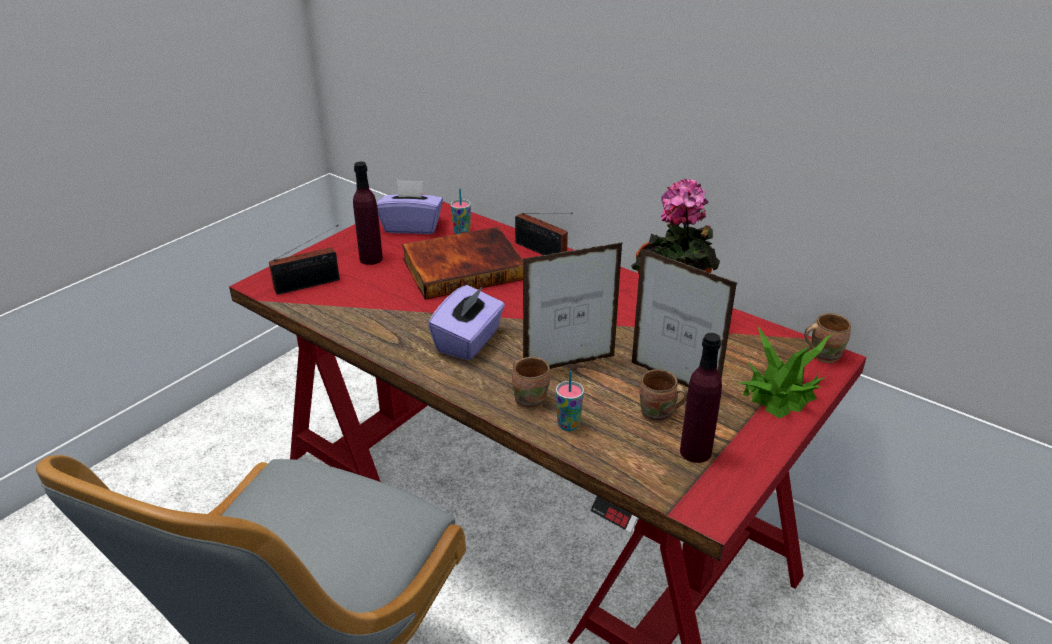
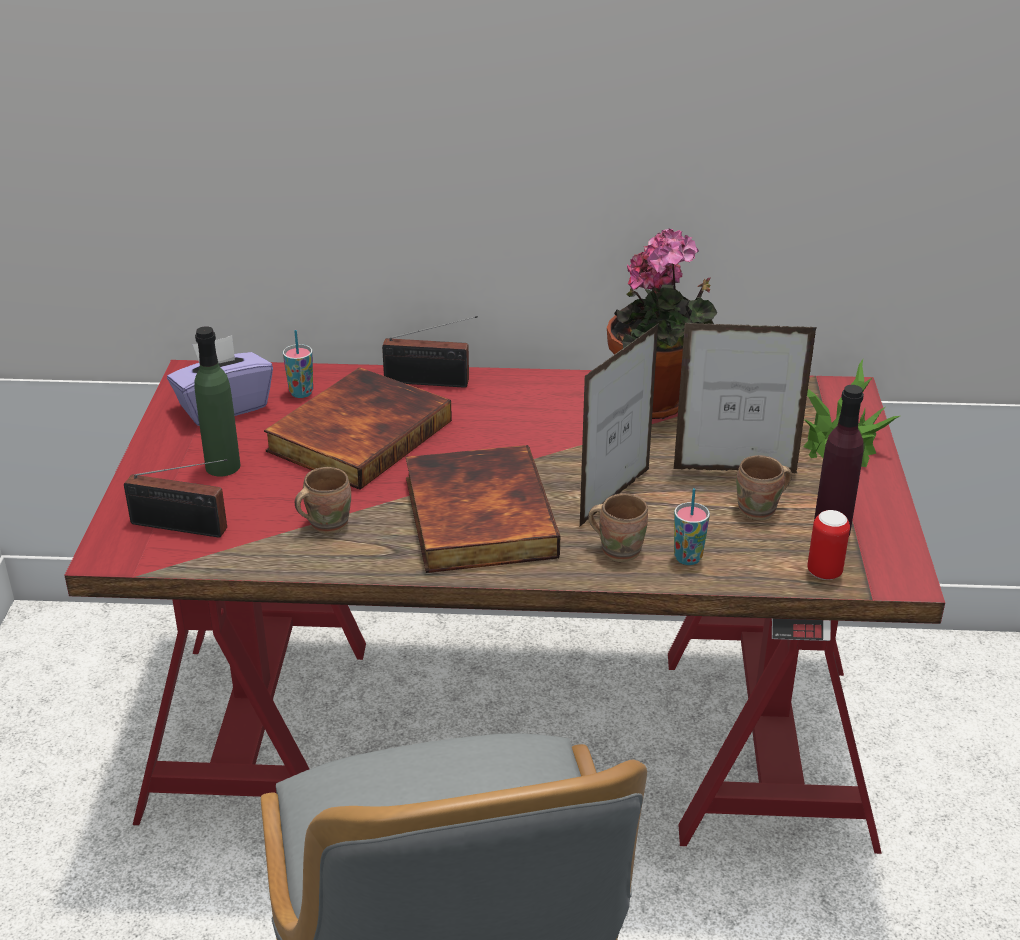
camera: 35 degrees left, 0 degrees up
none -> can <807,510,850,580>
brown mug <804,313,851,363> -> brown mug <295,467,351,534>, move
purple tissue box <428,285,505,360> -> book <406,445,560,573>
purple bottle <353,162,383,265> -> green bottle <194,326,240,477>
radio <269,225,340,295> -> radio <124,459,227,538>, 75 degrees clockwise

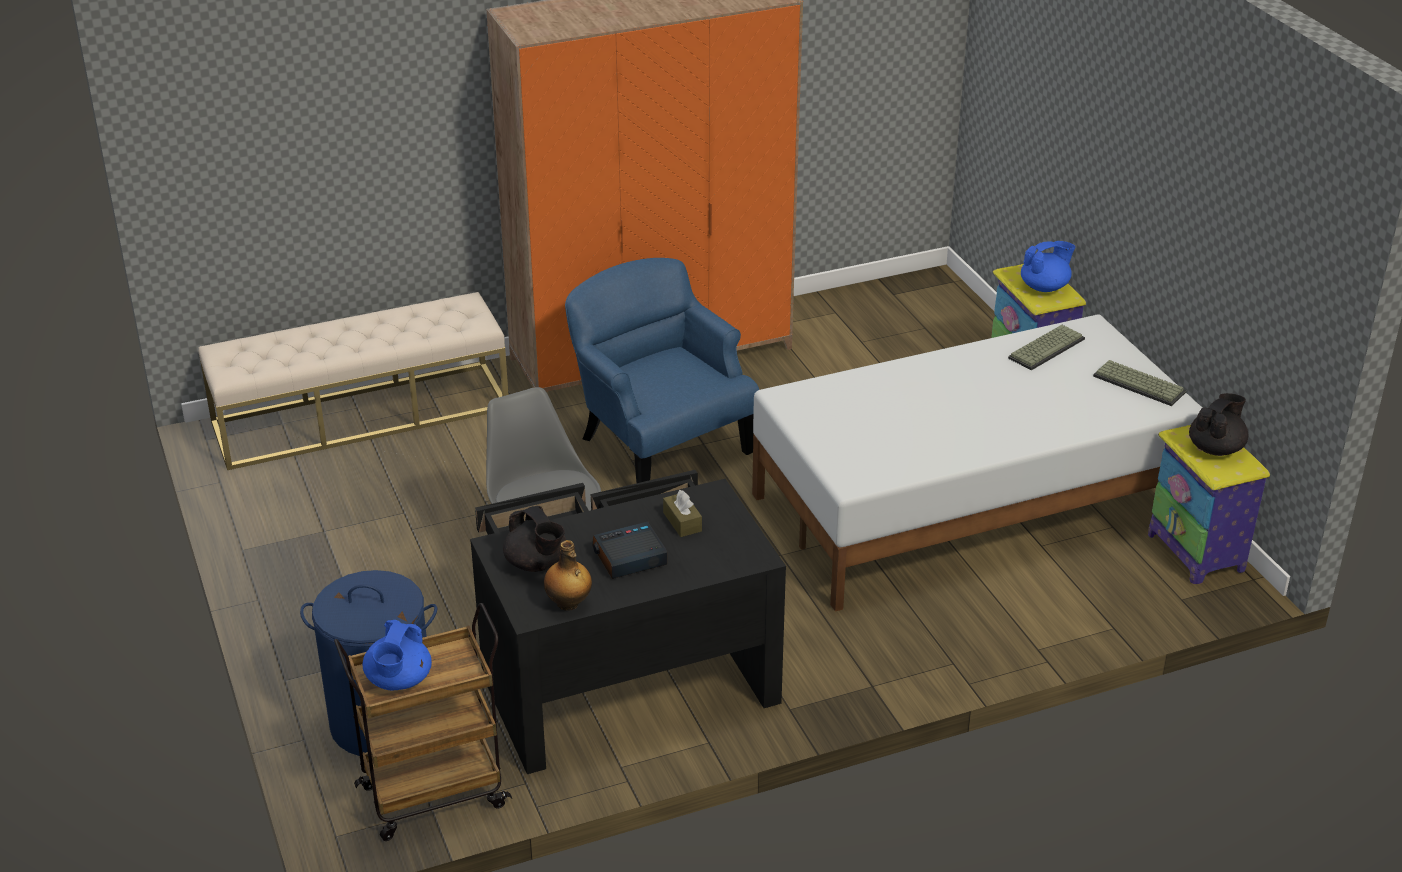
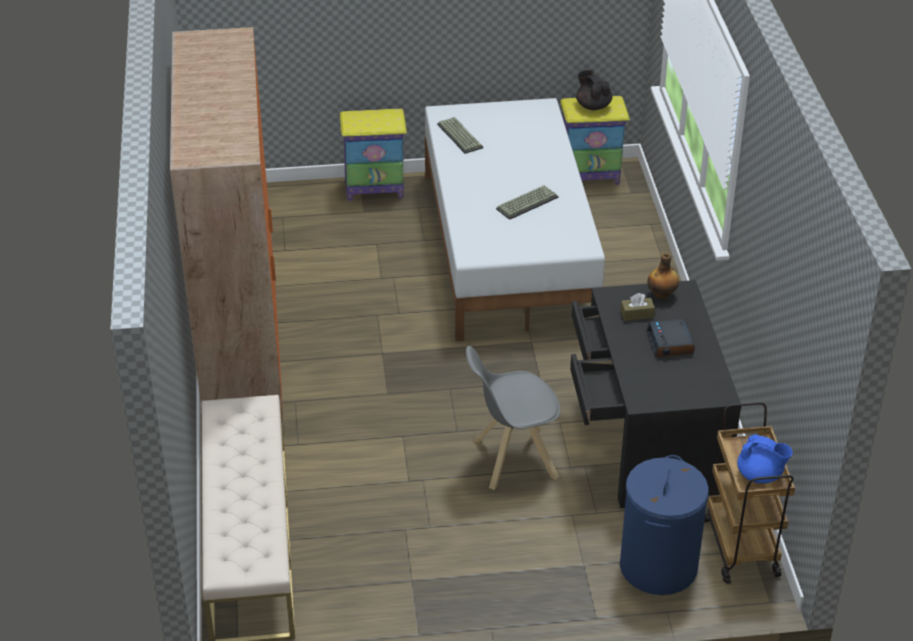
camera: 75 degrees left, 5 degrees up
black teapot <503,506,566,572> -> none
blue armchair <565,258,759,483> -> none
blue teapot <1021,241,1075,292> -> none
bottle <544,540,592,611> -> bottle <648,253,679,300>, move
keyboard <1093,360,1186,406> -> keyboard <496,185,558,220>, move

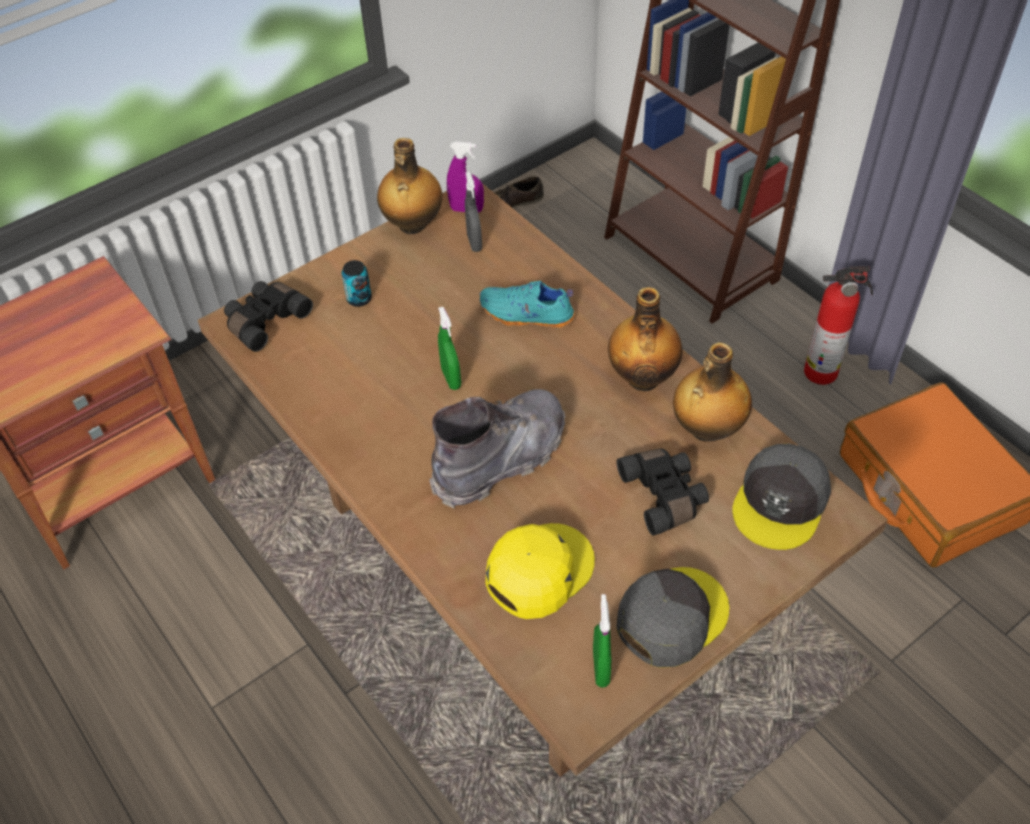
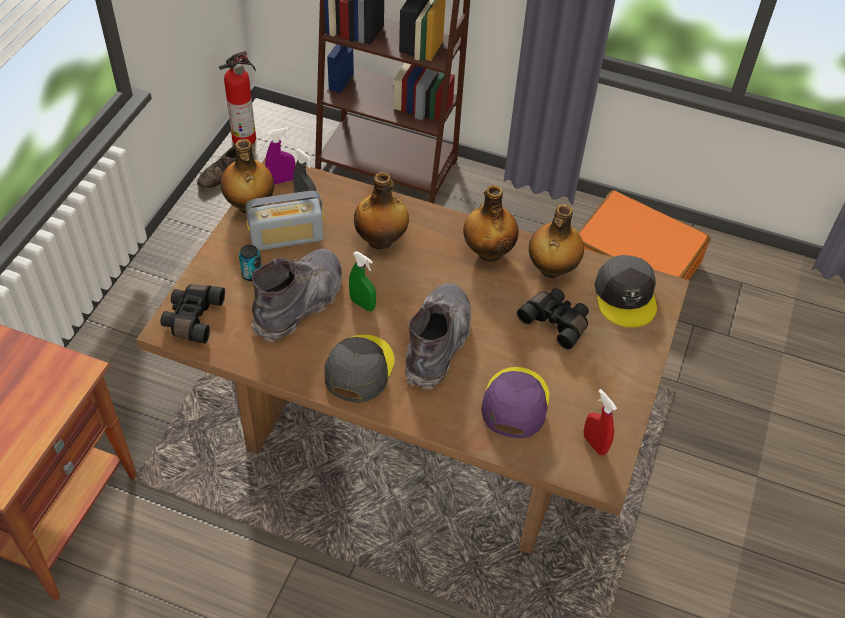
camera: 35 degrees left, 0 degrees up
none -> radio <245,191,324,250>
none -> grey boot <251,249,342,342>
grey cap <616,567,729,668> -> grey cap <324,334,395,403>, move
fire extinguisher <804,266,873,385> -> fire extinguisher <219,51,256,144>, move
turquoise shoe <479,281,575,328> -> bottle <354,172,409,249>
yellow cap <486,523,595,619> -> purple cap <481,367,549,438>
green spray bottle <593,594,611,688> -> red spray bottle <584,389,617,455>

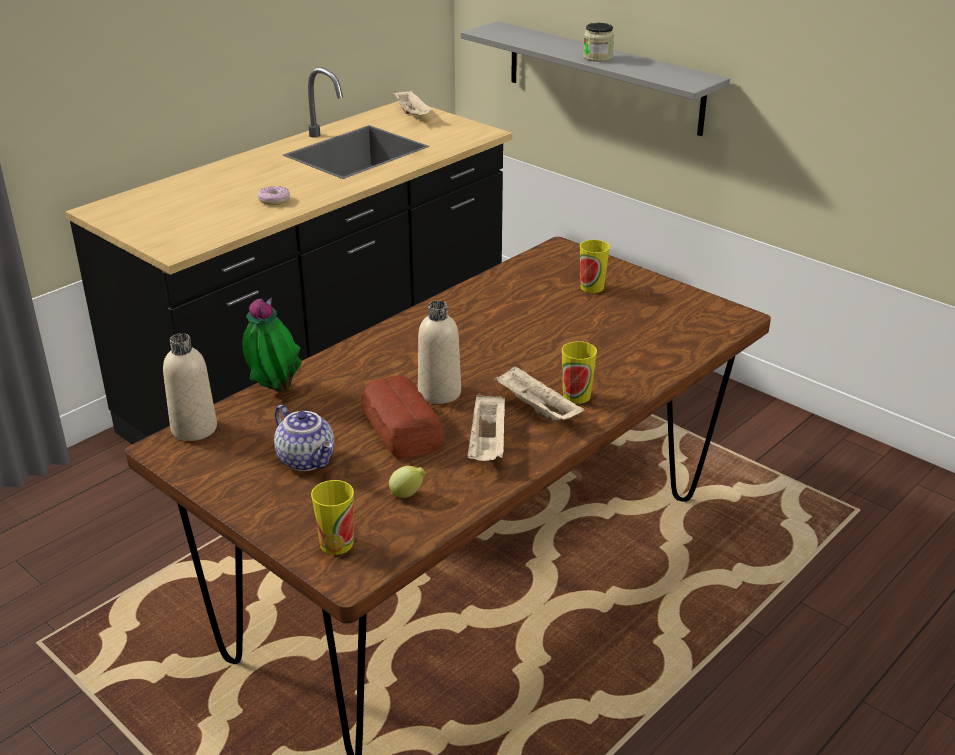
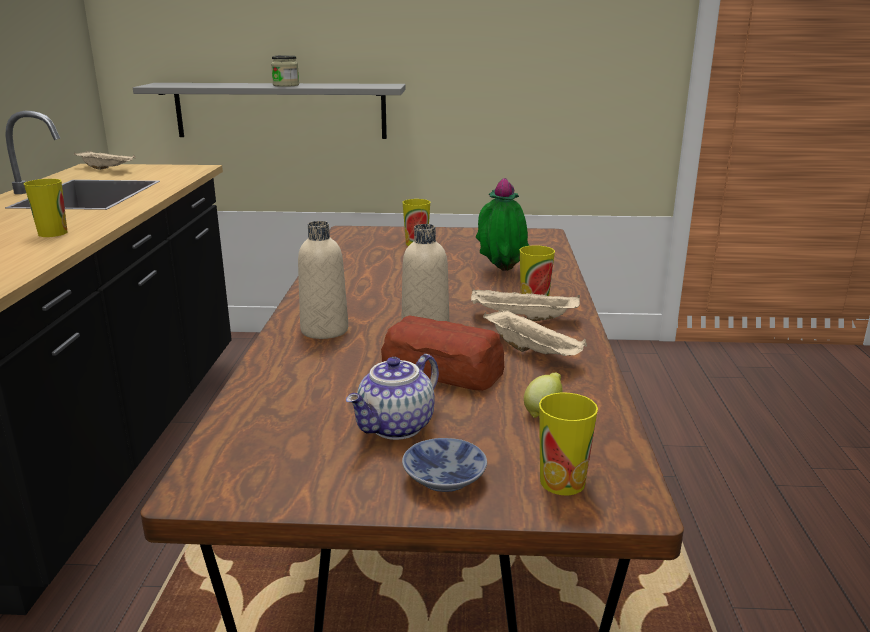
camera: 40 degrees left, 10 degrees down
none -> bowl <402,438,487,492>
beige bottle <163,333,217,441> -> beige bottle <298,221,348,339>, move
potted plant <242,298,302,392> -> potted plant <476,178,529,271>, move
donut <258,186,290,205> -> cup <24,179,68,237>
teapot <274,405,334,471> -> teapot <346,354,439,440>, 120 degrees clockwise

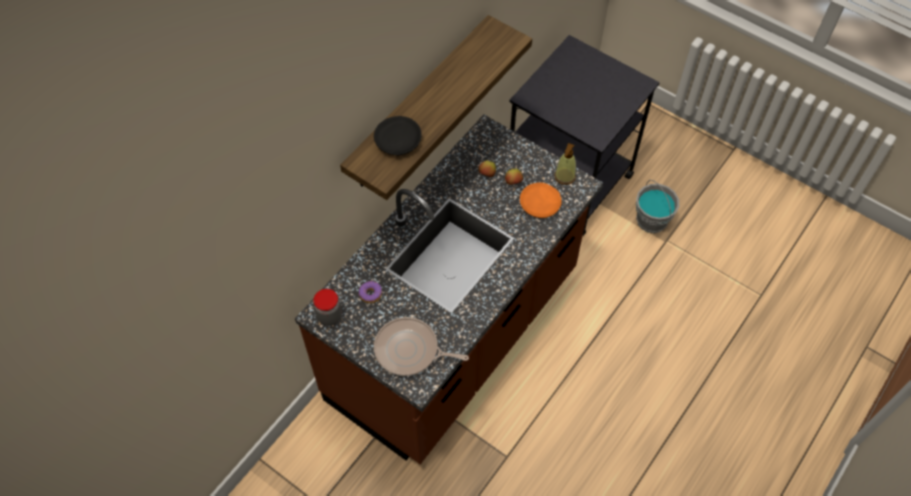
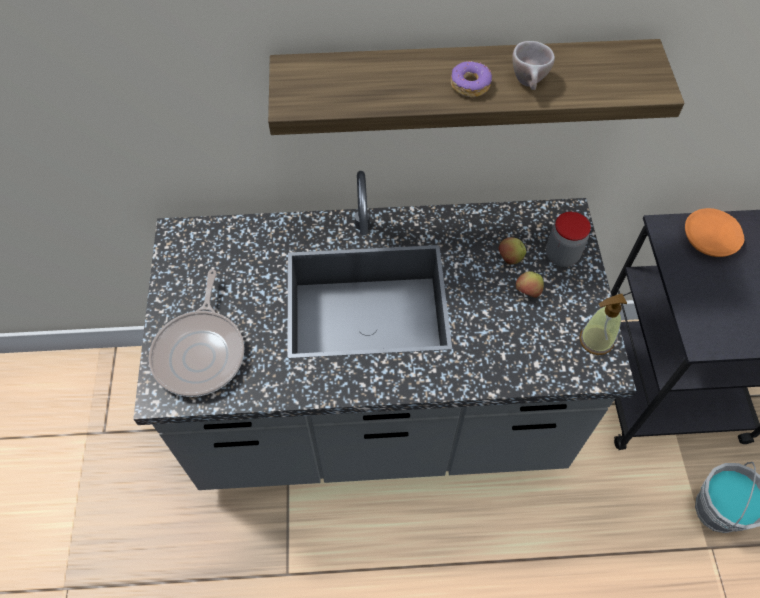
camera: 50 degrees right, 0 degrees up
black plate <374,116,422,156> -> none
none -> beige cup <512,41,555,90>
jar <313,289,342,326> -> jar <546,212,591,267>, move
donut <359,281,382,303> -> donut <451,61,492,98>, move
orange plate <520,182,562,218> -> orange plate <685,208,744,257>, move
brown counter <295,114,603,464> -> grey counter <133,171,636,490>
frying pan <374,317,469,376> -> frying pan <148,269,244,397>, 150 degrees counterclockwise

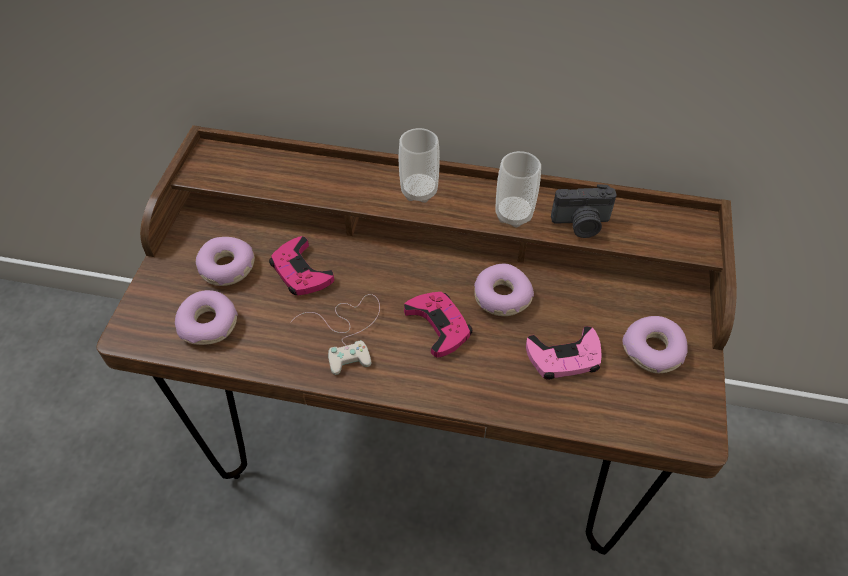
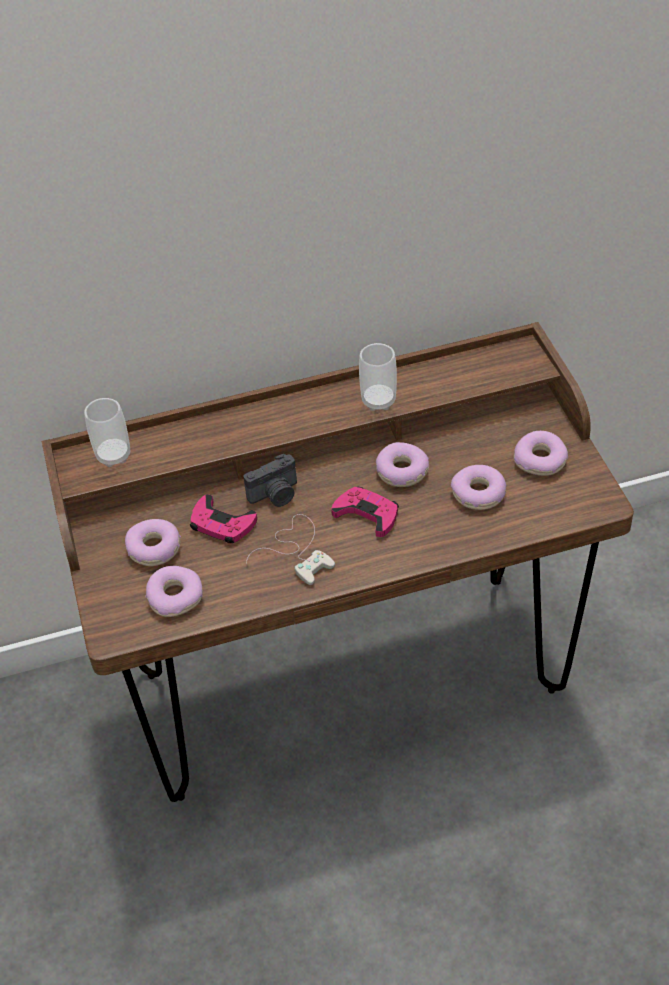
camera: 25 degrees left, 5 degrees down
cup <399,128,440,203> -> cup <84,398,131,467>, move
photo camera <551,184,617,238> -> photo camera <244,454,297,507>, move
pink game controller <526,326,602,380> -> donut <451,465,507,510>

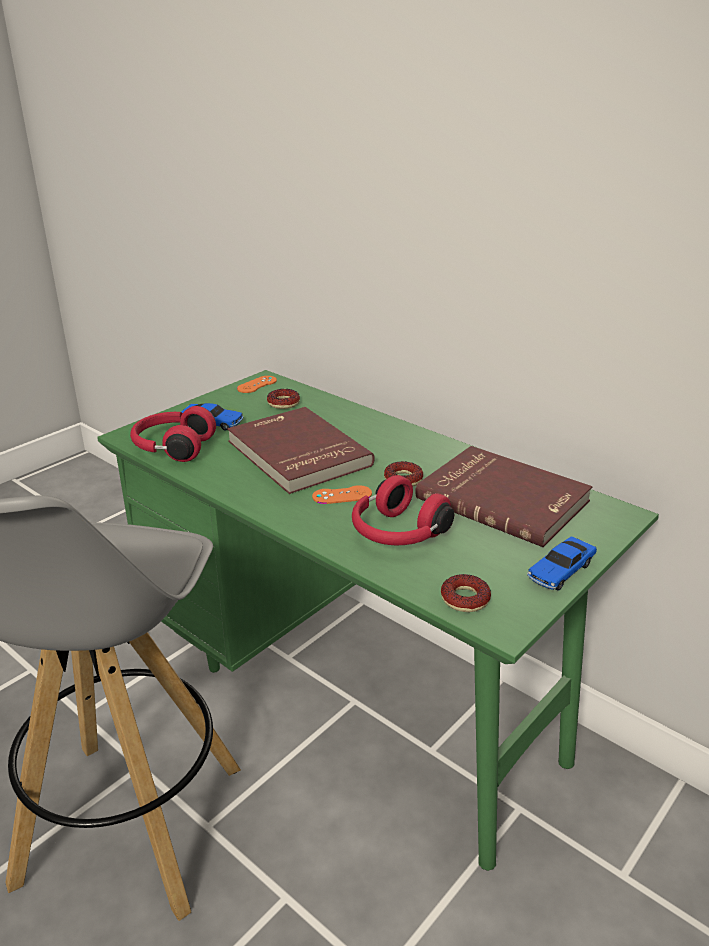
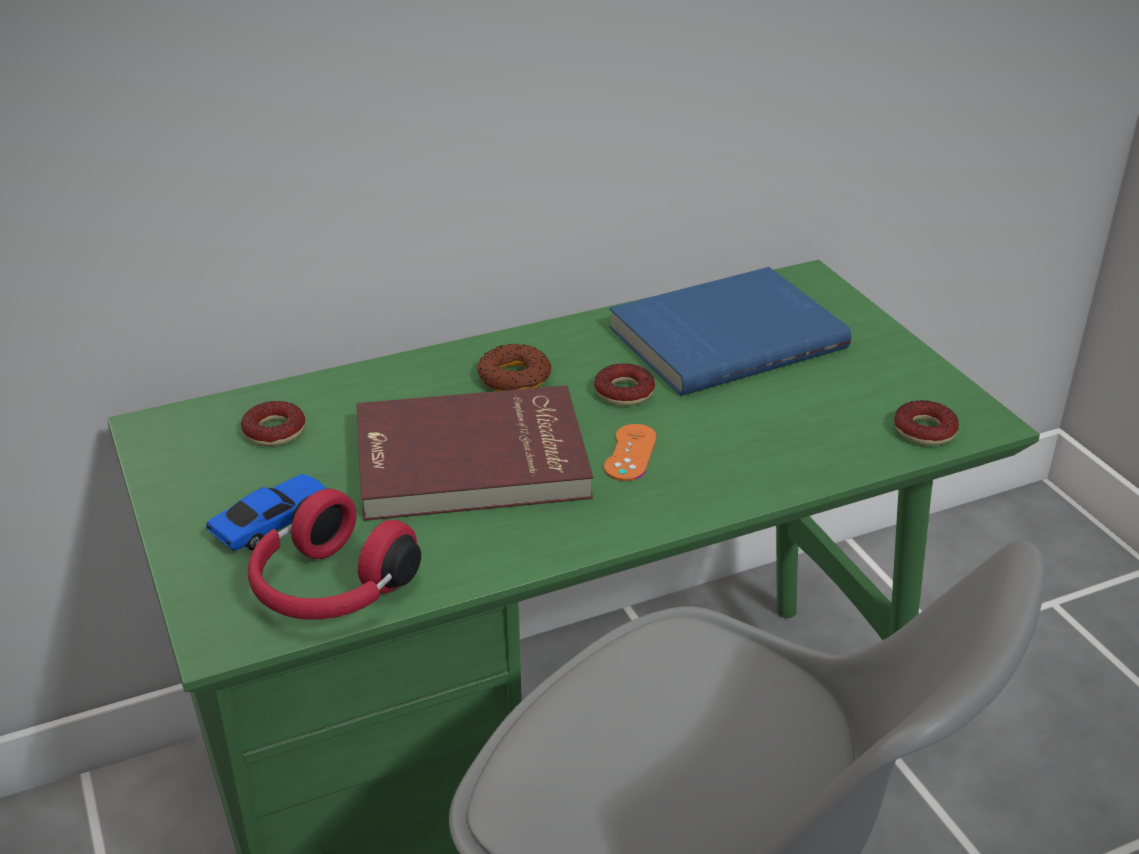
camera: 65 degrees left, 5 degrees up
orange game controller <237,376,277,393> -> none
red headphones <352,475,454,545> -> none
toy car <527,537,597,591> -> none
none -> donut <477,343,551,391>
red book <415,446,592,547> -> blue book <609,267,851,396>

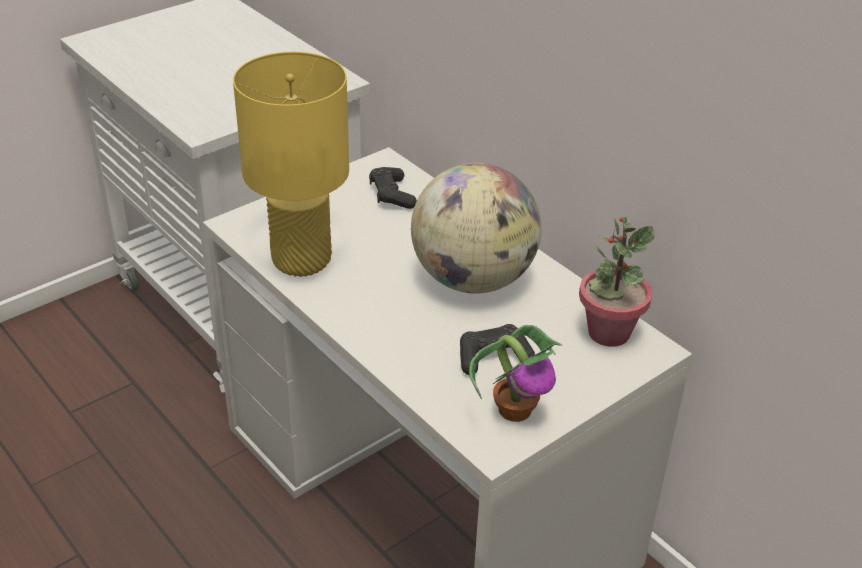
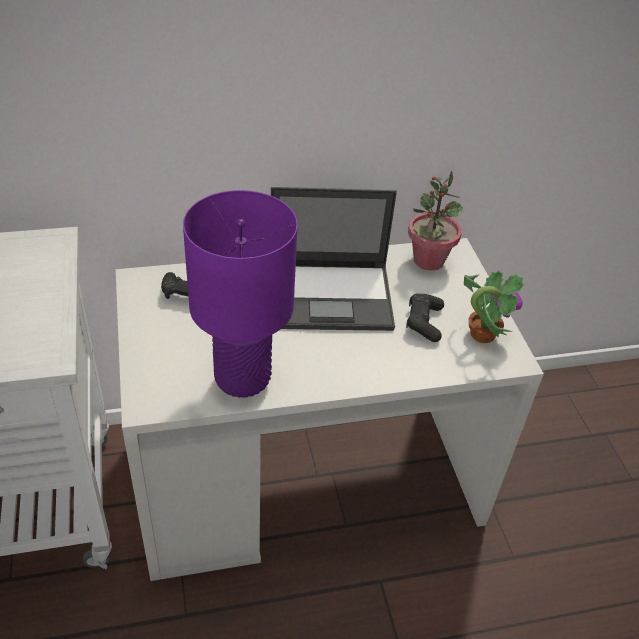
camera: 65 degrees left, 5 degrees up
globe <411,163,542,293> -> laptop <271,187,397,331>
yellow table lamp <233,52,349,277> -> purple table lamp <183,190,298,398>

